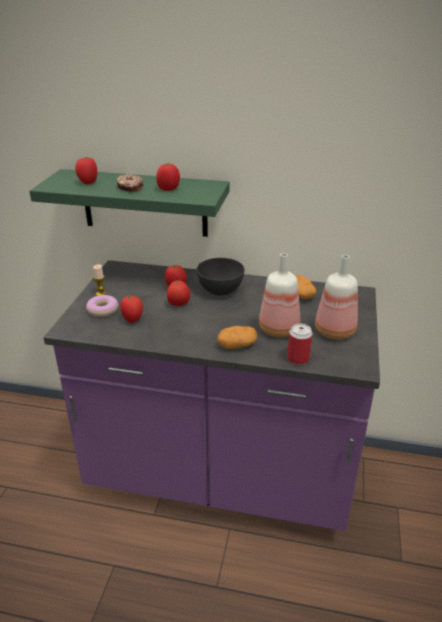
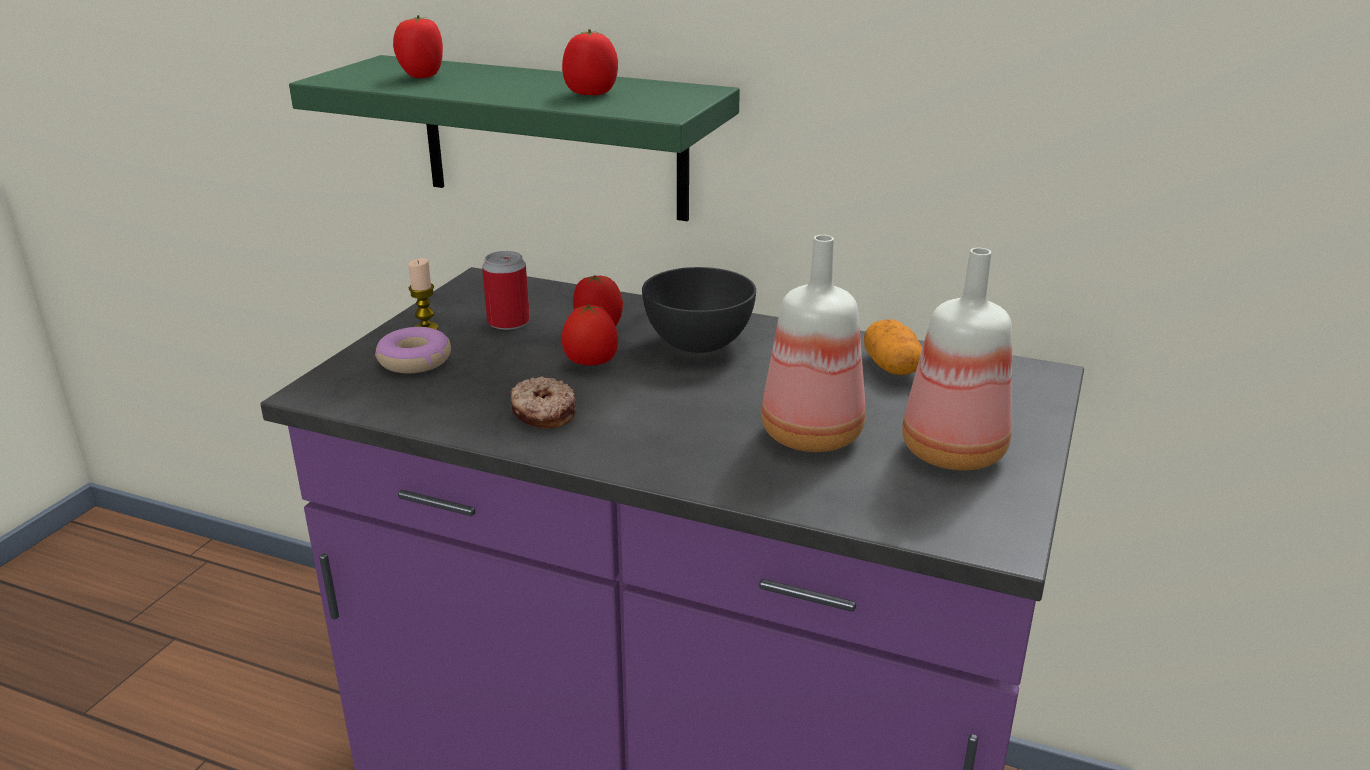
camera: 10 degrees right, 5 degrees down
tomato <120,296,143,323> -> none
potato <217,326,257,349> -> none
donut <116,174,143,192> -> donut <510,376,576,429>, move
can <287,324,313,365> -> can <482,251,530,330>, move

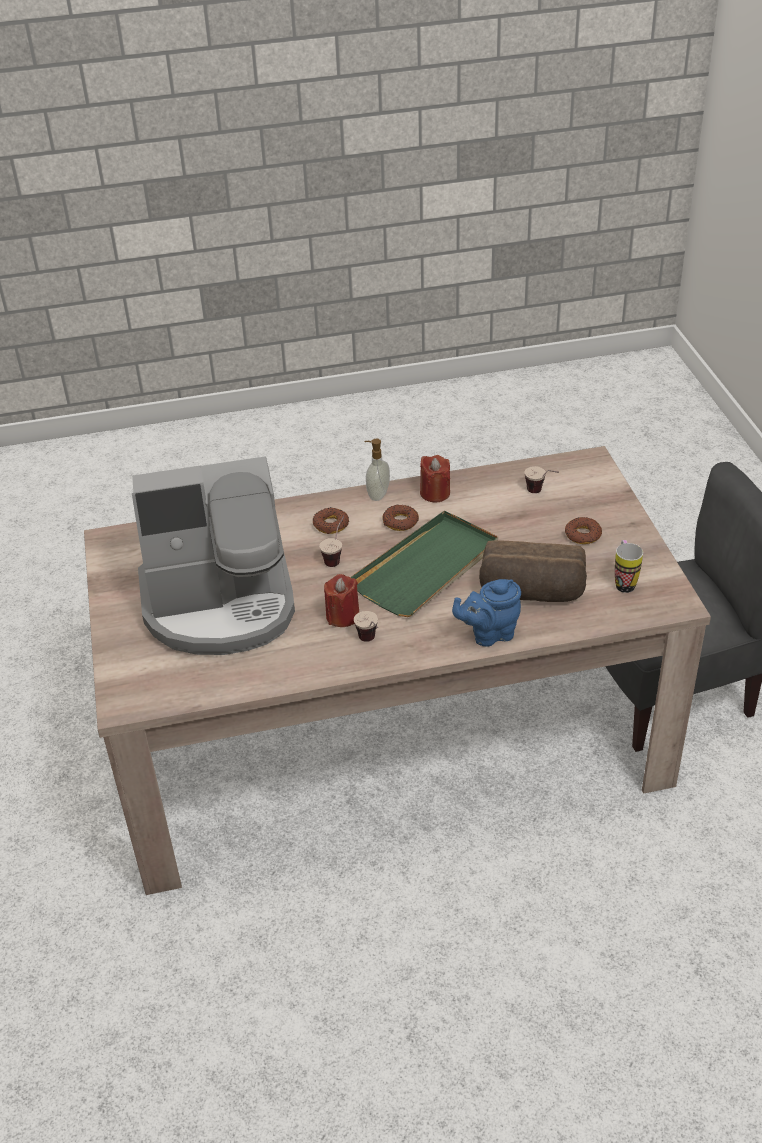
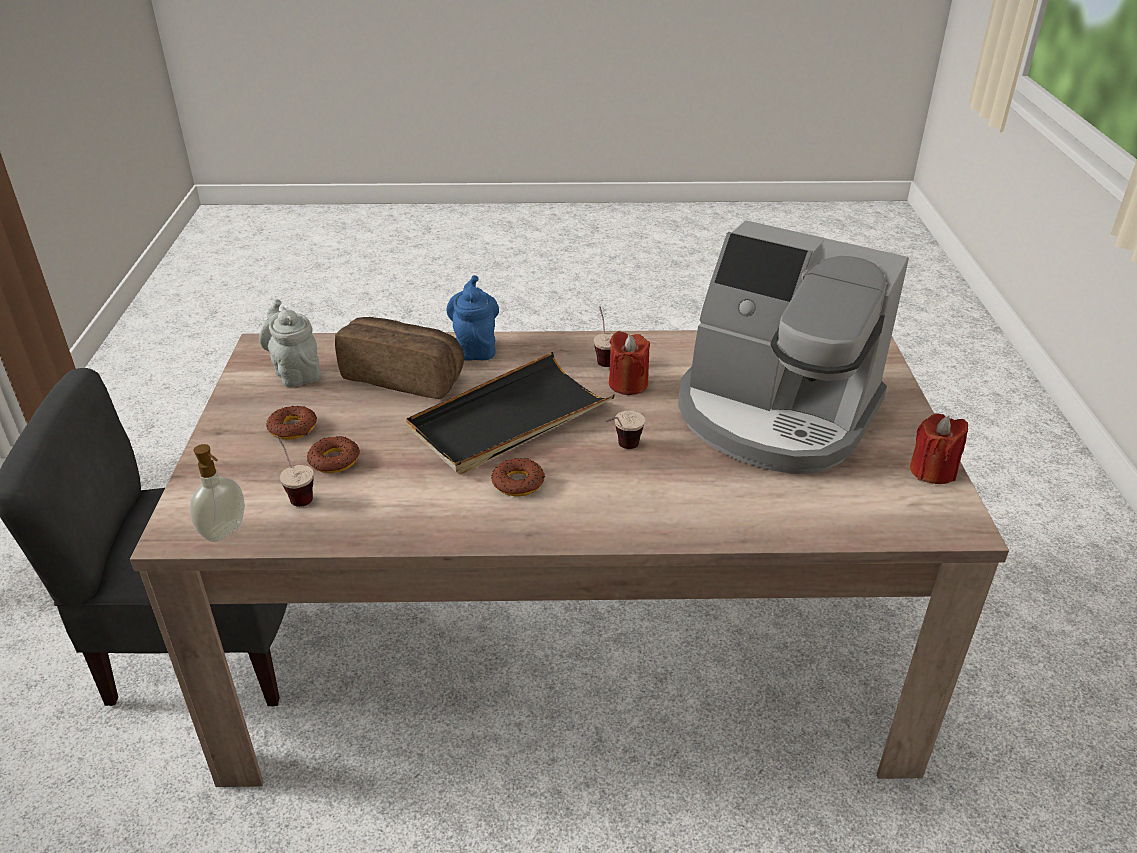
camera: 170 degrees left, 5 degrees down
donut <313,508,349,534> -> donut <307,436,360,473>, move
soap dispenser <364,439,390,501> -> soap dispenser <190,444,245,542>, move
red candle <420,455,450,502> -> red candle <910,414,968,484>, move
mug <615,540,643,593> -> grey teapot <259,299,321,387>
green tray <351,511,498,617> -> black tray <406,352,615,474>
coffee machine <132,457,295,655> -> coffee machine <678,220,909,474>, 150 degrees counterclockwise
blue teapot <452,579,521,646> -> blue teapot <446,275,499,361>, 90 degrees counterclockwise

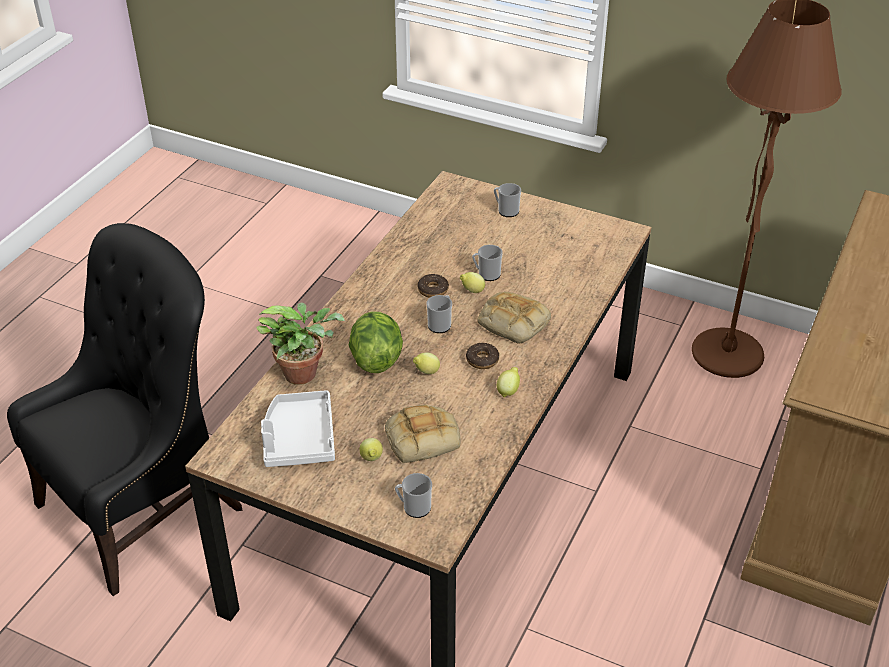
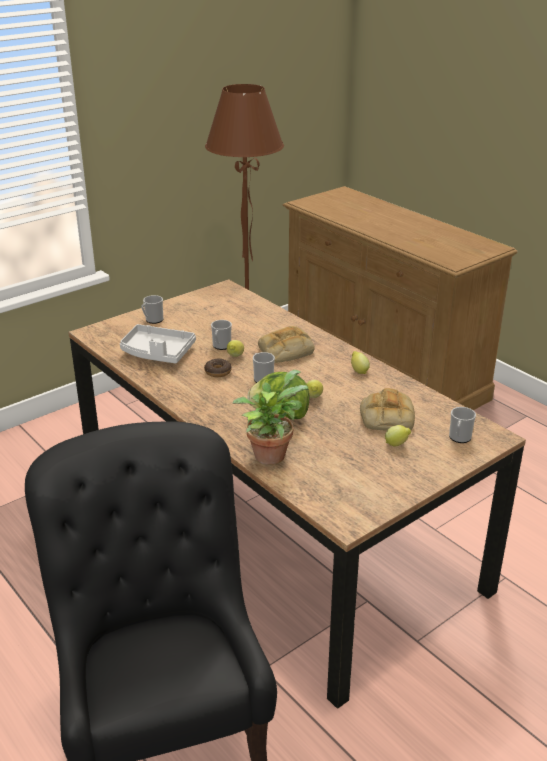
camera: 65 degrees left, 10 degrees down
donut <466,343,499,369> -> none
grey tray <261,390,335,467> -> grey tray <120,324,196,364>, move

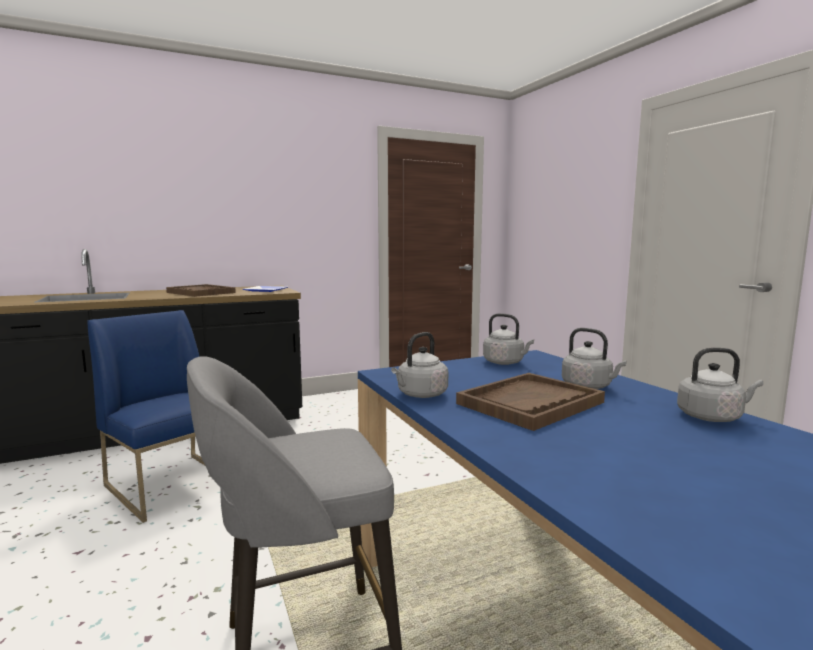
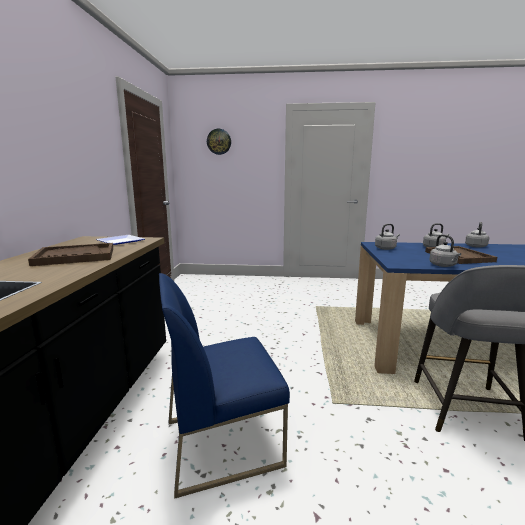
camera: 60 degrees left, 5 degrees up
none -> wall clock <207,129,231,155>

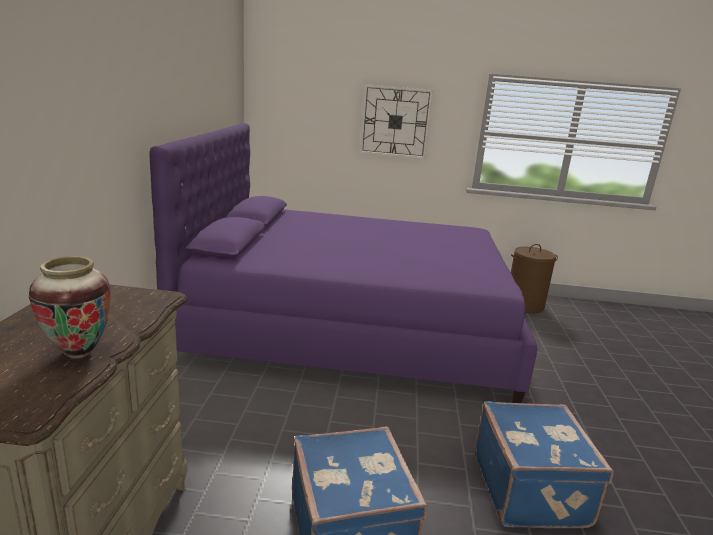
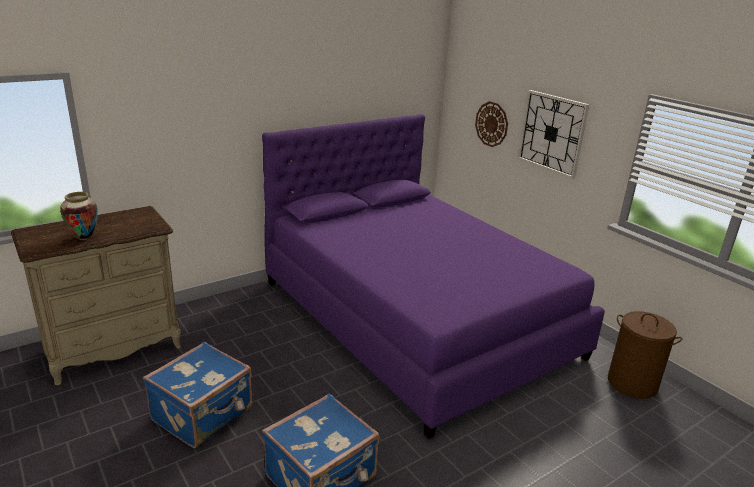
camera: 50 degrees right, 5 degrees up
none -> wall clock <475,101,508,147>

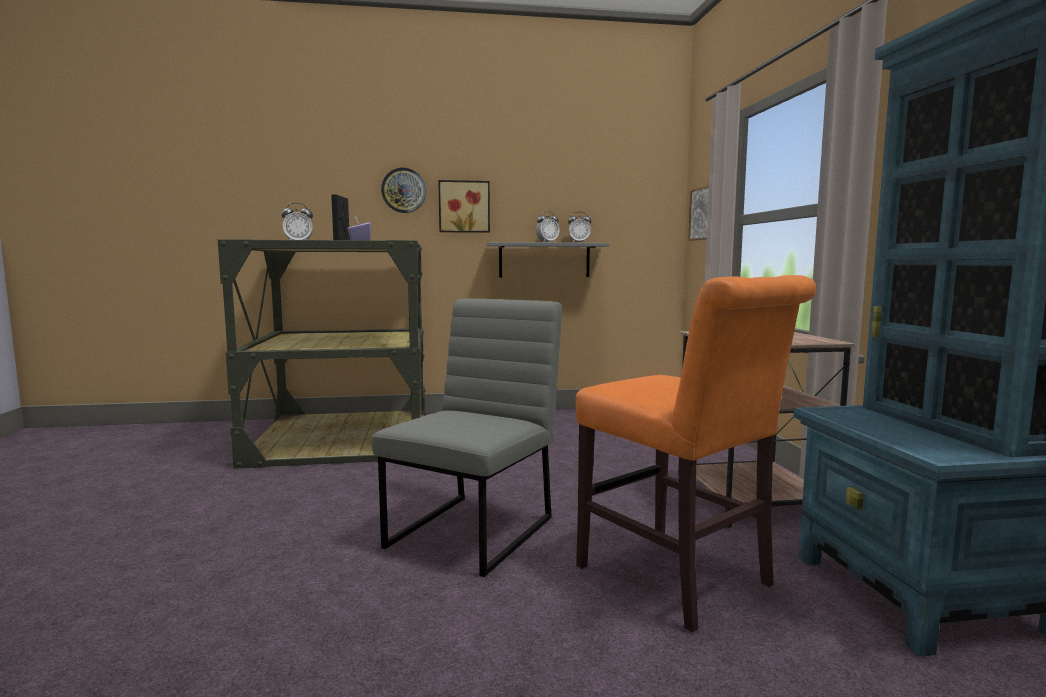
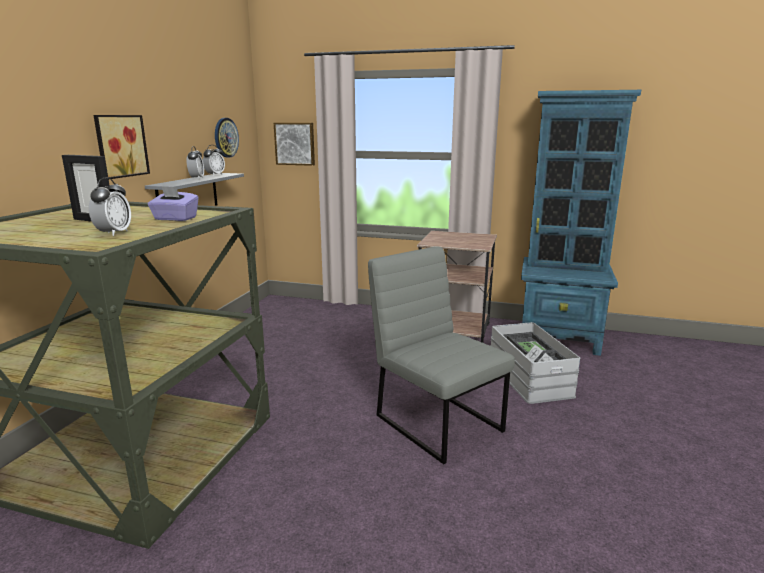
camera: 65 degrees left, 10 degrees up
wall clock <381,168,426,213> -> wall clock <215,118,239,158>, move
orange chair <575,275,816,633> -> grey storage box <491,322,580,404>

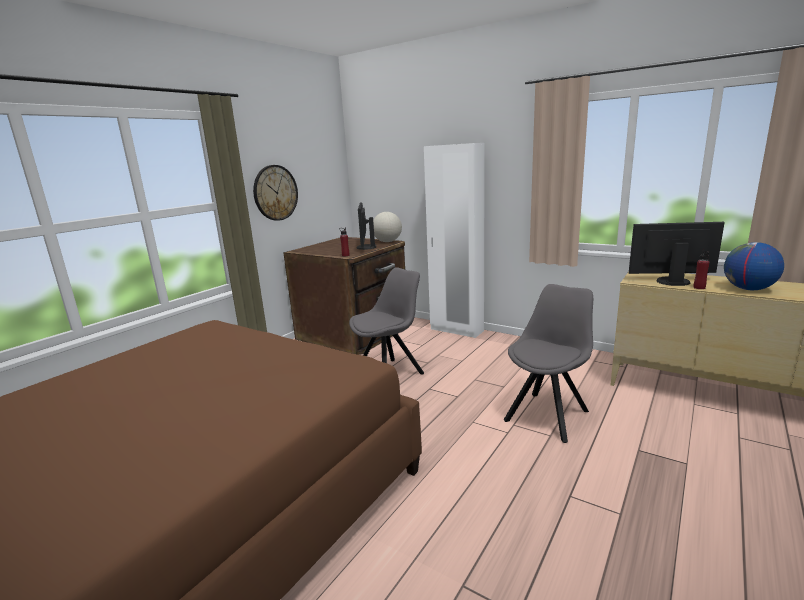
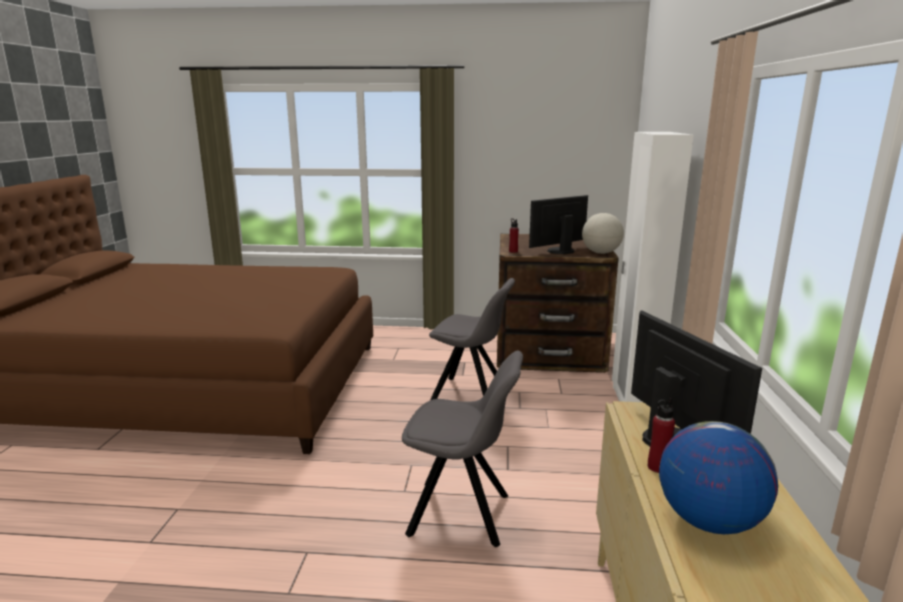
camera: 60 degrees right, 0 degrees up
wall clock <253,165,298,221> -> none

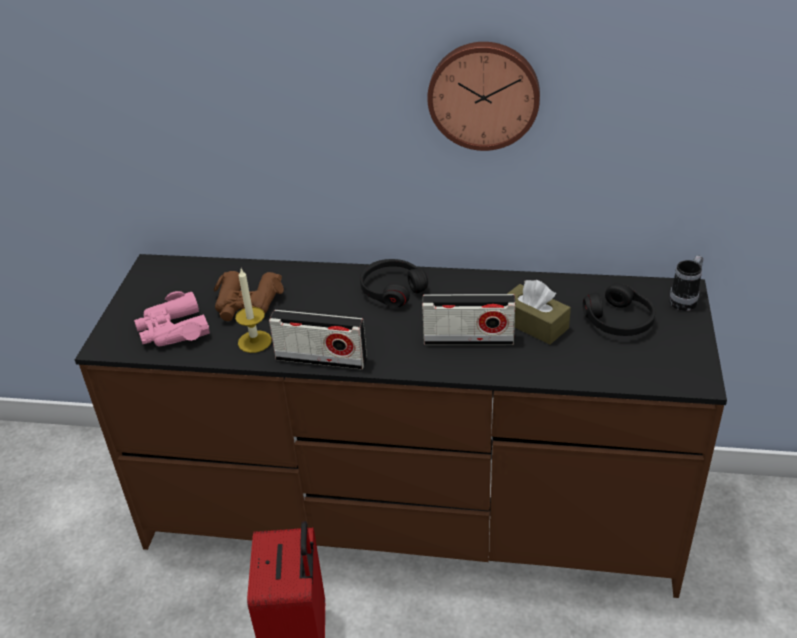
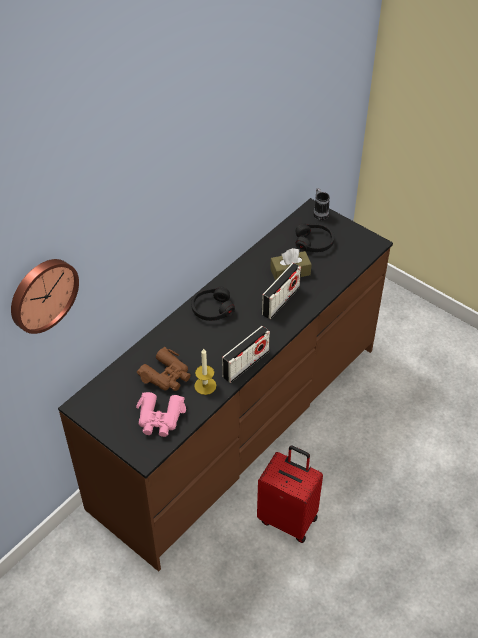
camera: 60 degrees left, 10 degrees up
wall clock <427,42,540,151> -> wall clock <11,259,79,334>, move

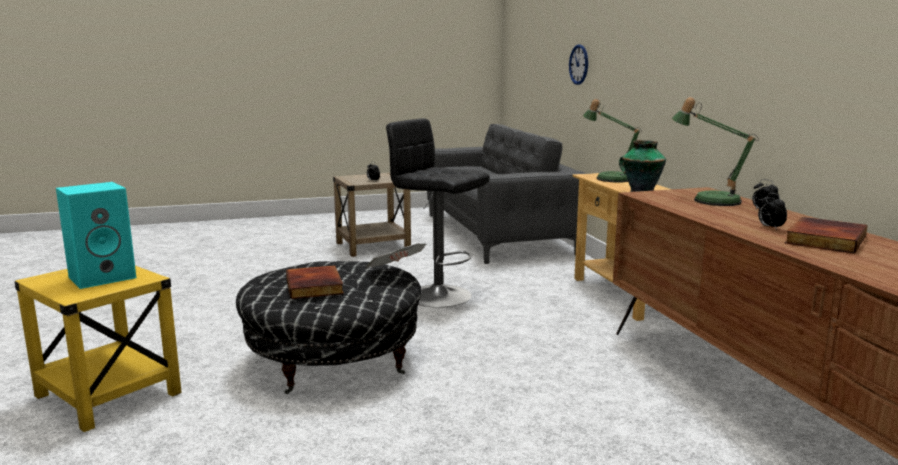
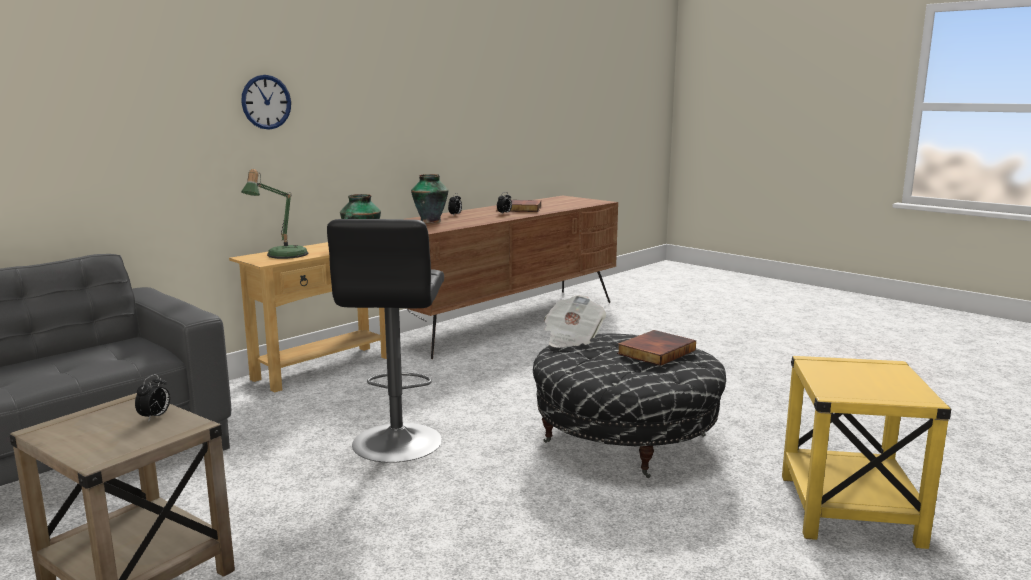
camera: 120 degrees left, 0 degrees up
turquoise speaker <56,182,136,289> -> none
wall clock <569,44,588,85> -> wall clock <241,75,291,130>, move
table lamp <672,97,759,206> -> vase <411,174,449,223>

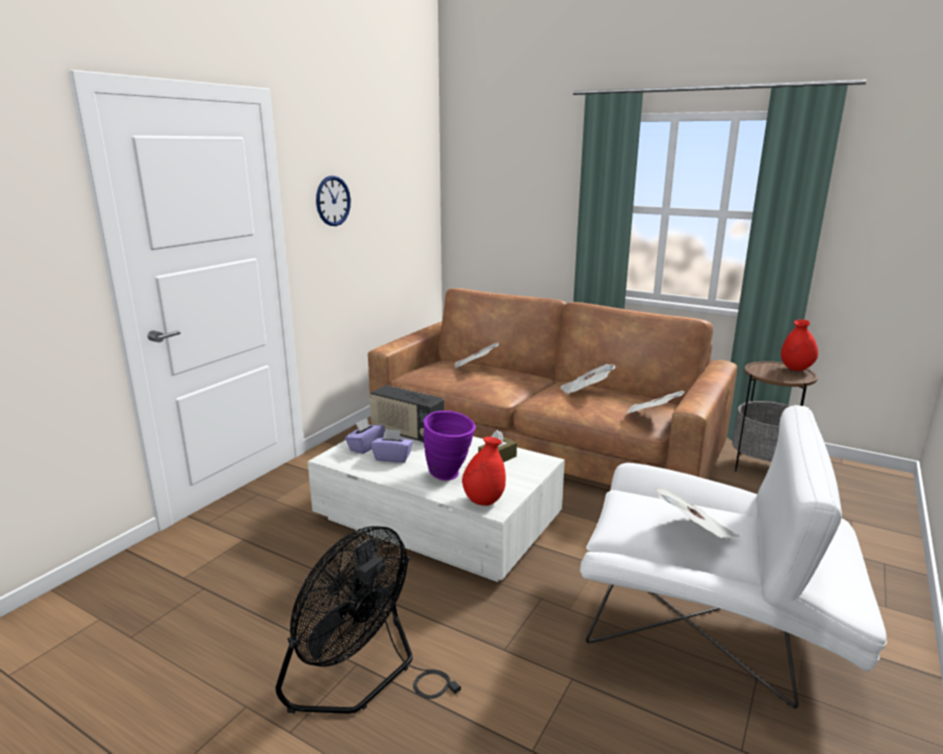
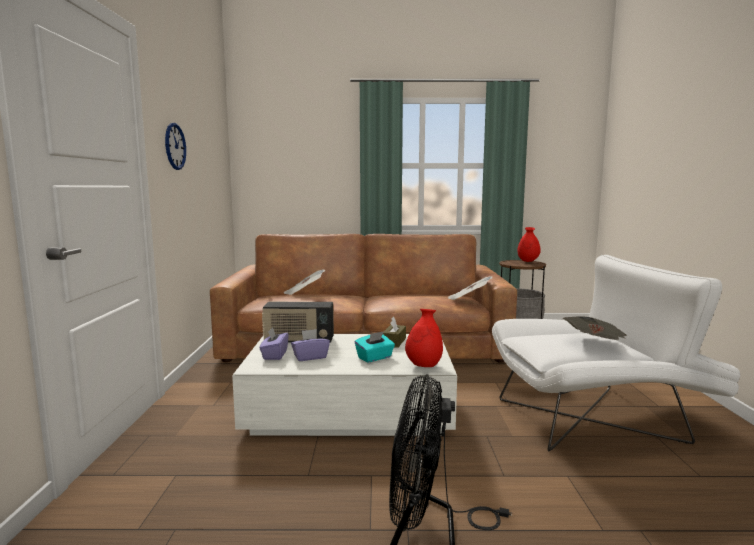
camera: 30 degrees left, 10 degrees down
newspaper <560,364,616,395> -> none
purple vase <424,411,476,480> -> turquoise tissue box <355,331,395,362>

